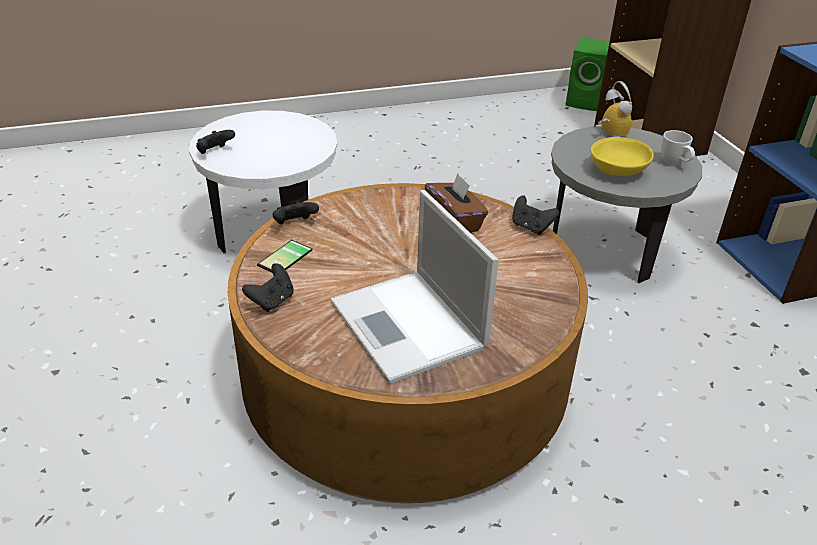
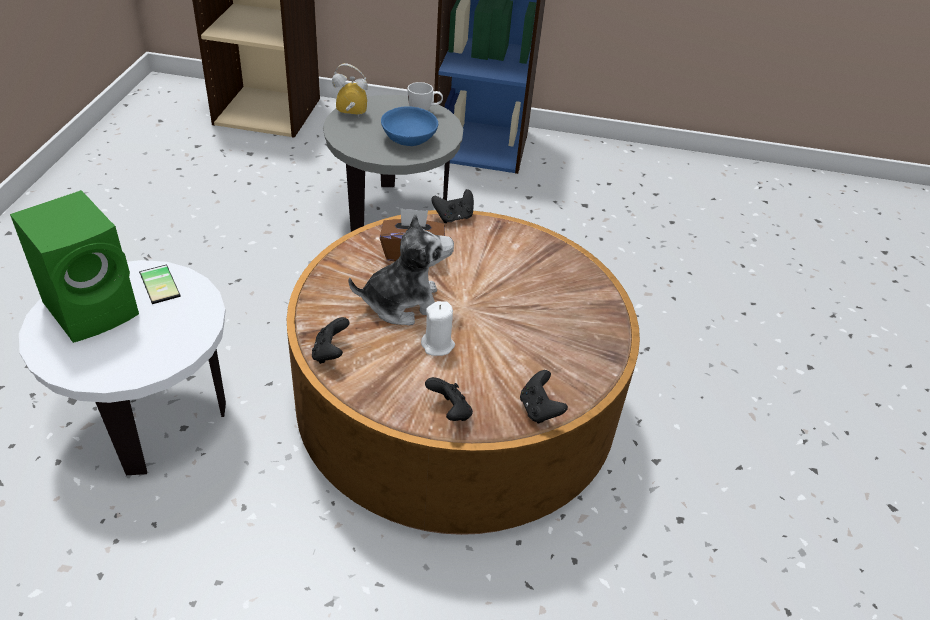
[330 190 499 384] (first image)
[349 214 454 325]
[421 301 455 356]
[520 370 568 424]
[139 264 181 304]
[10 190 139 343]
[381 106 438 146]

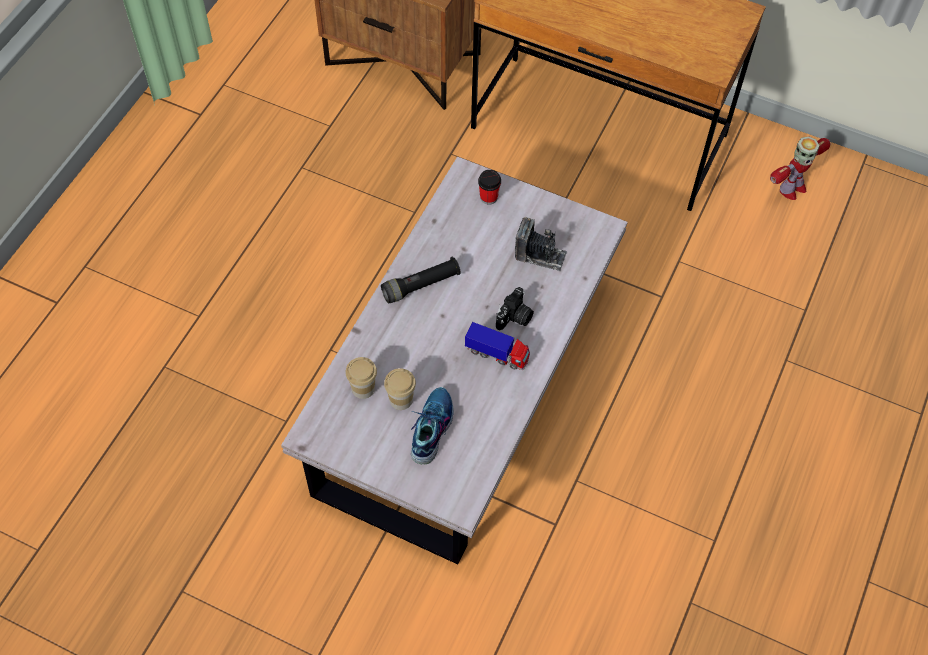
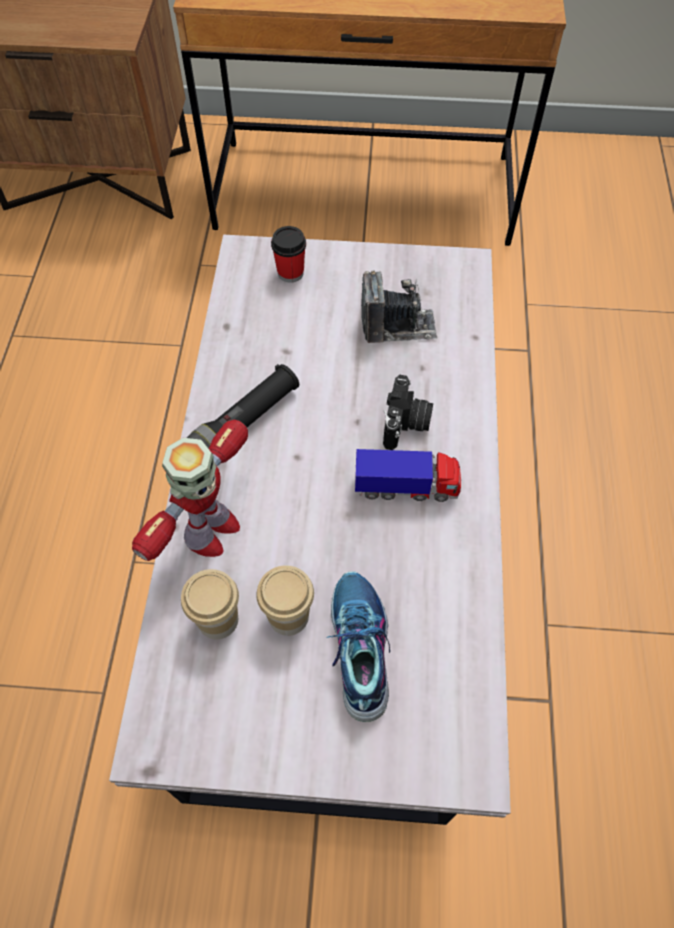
[132 420 248 561]

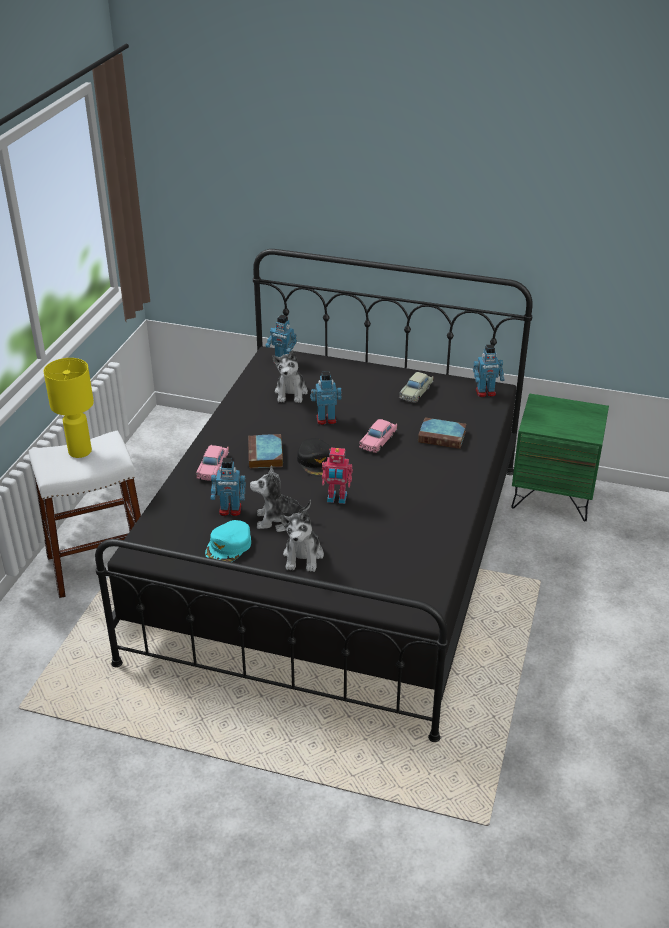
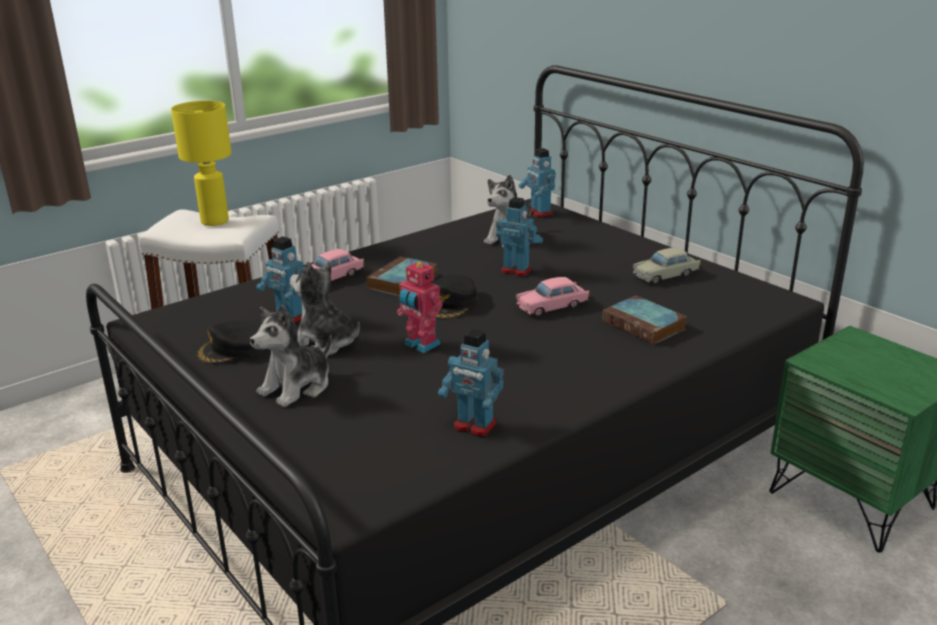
[438 329 504 437]
[196 320 267 364]

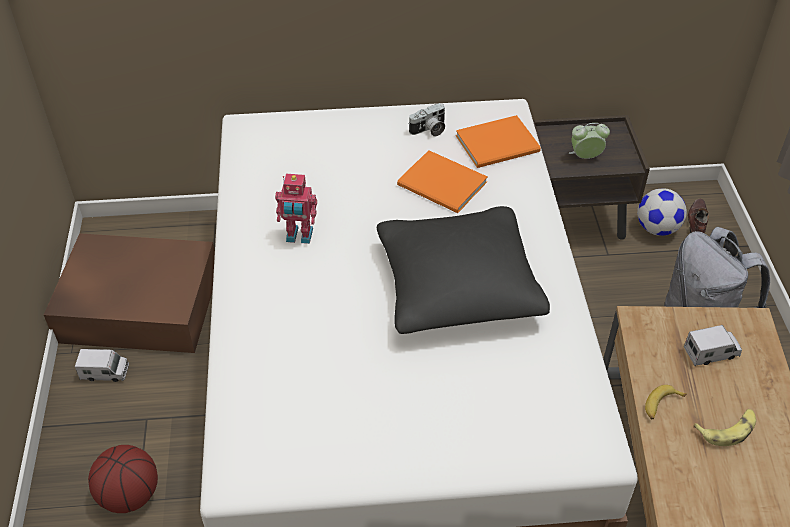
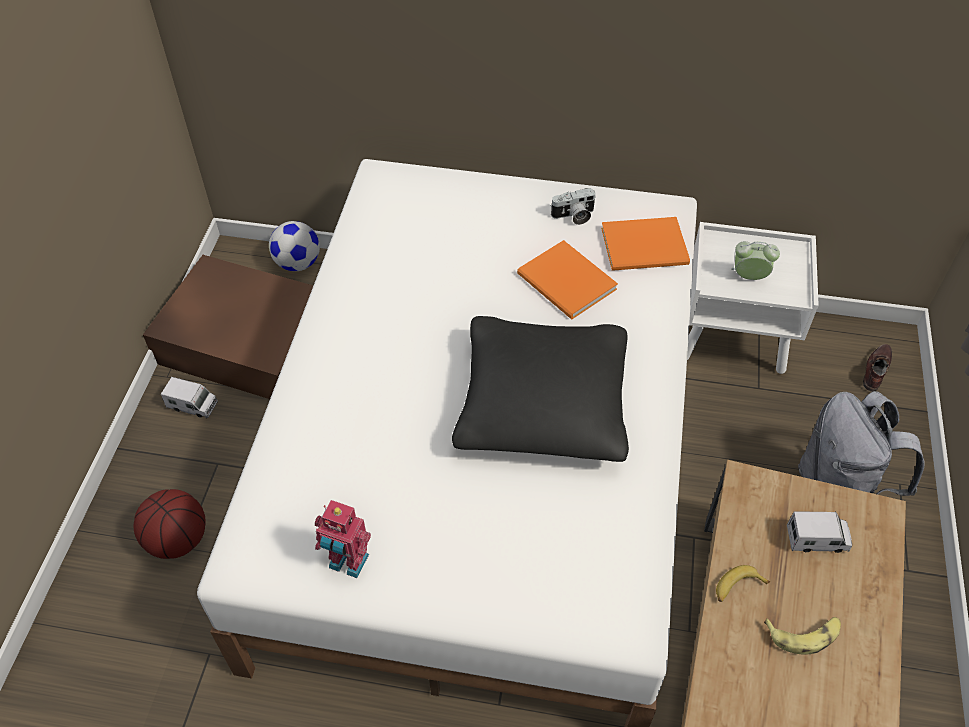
[315 500 371 578]
[269 221 320 271]
[687 222 819 374]

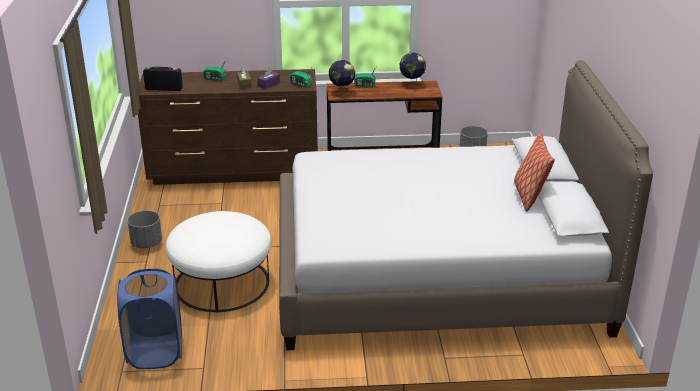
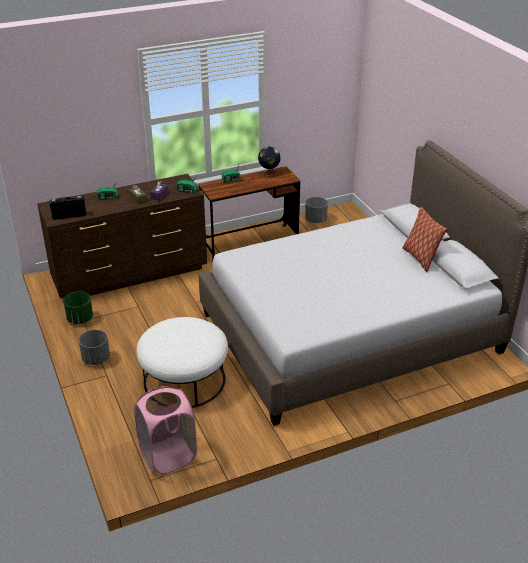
[329 60 355 97] (first image)
[63 291 93 324]
[134 386 197 474]

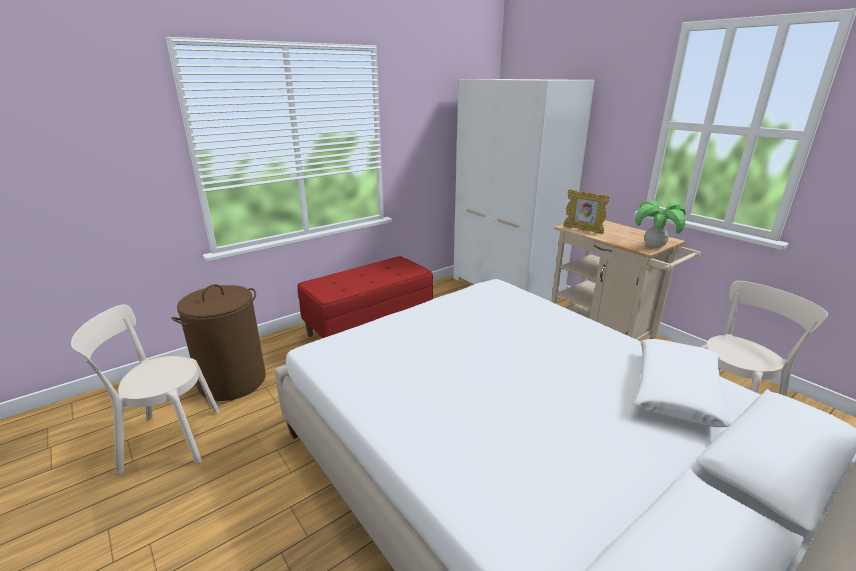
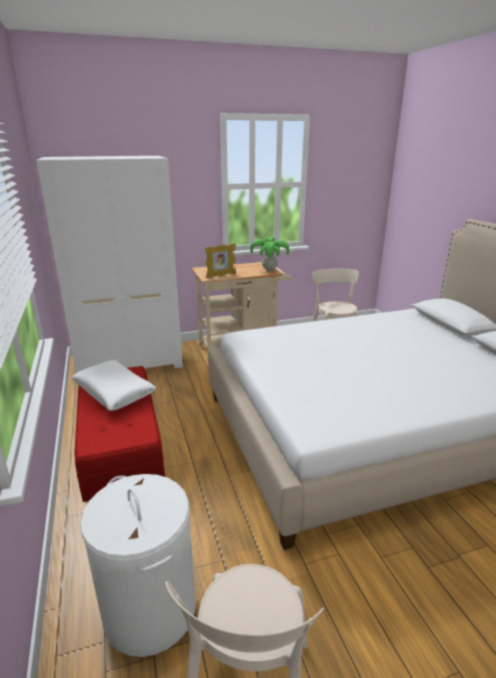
[71 360 156 411]
[80 474 196 657]

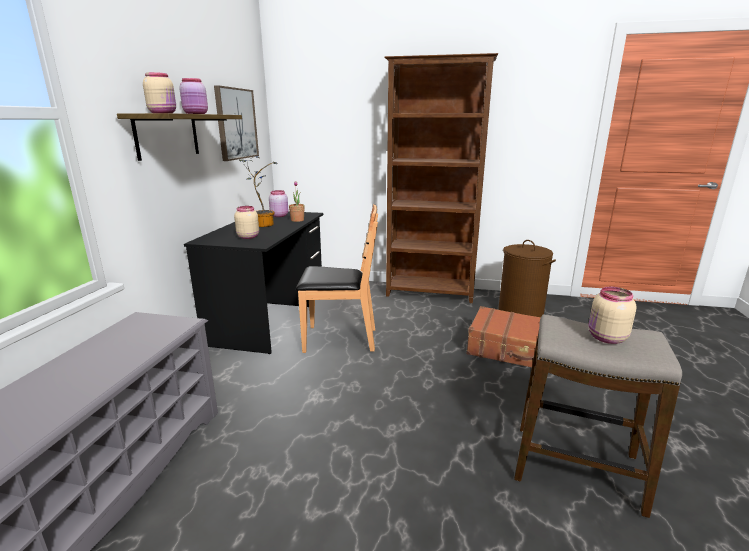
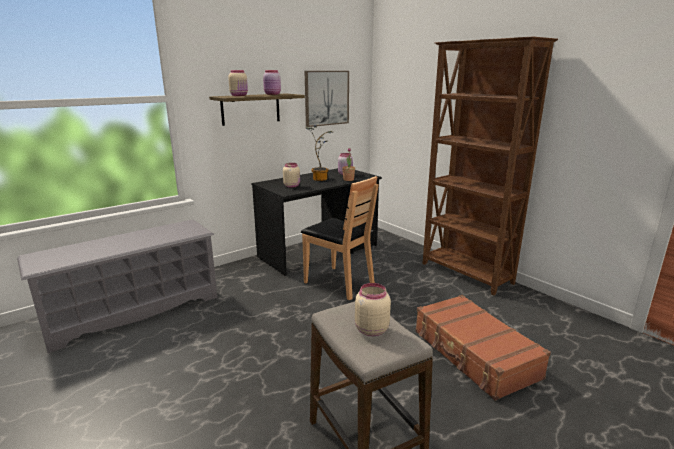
[498 240 556 317] (first image)

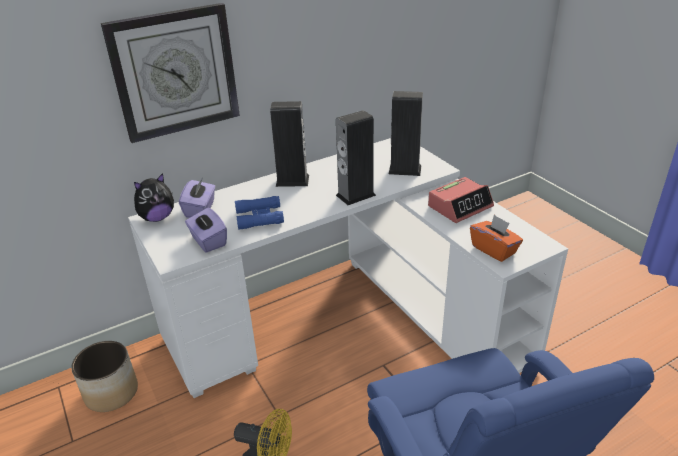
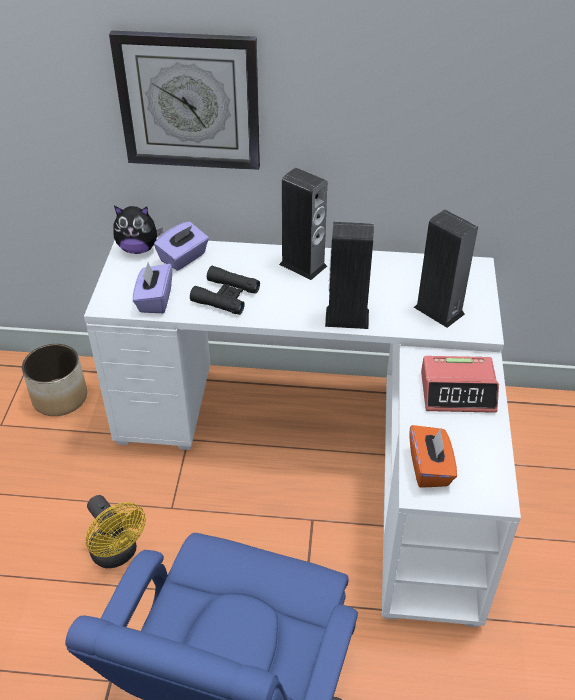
[190 266 260 315]

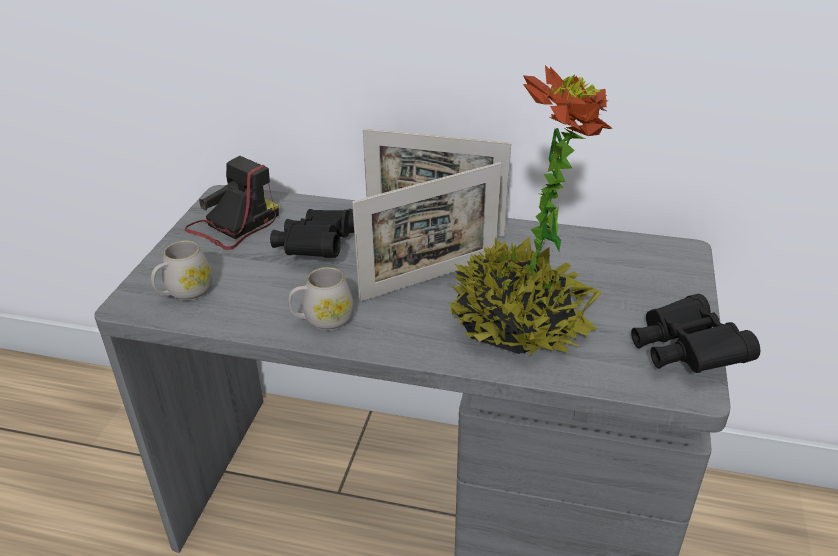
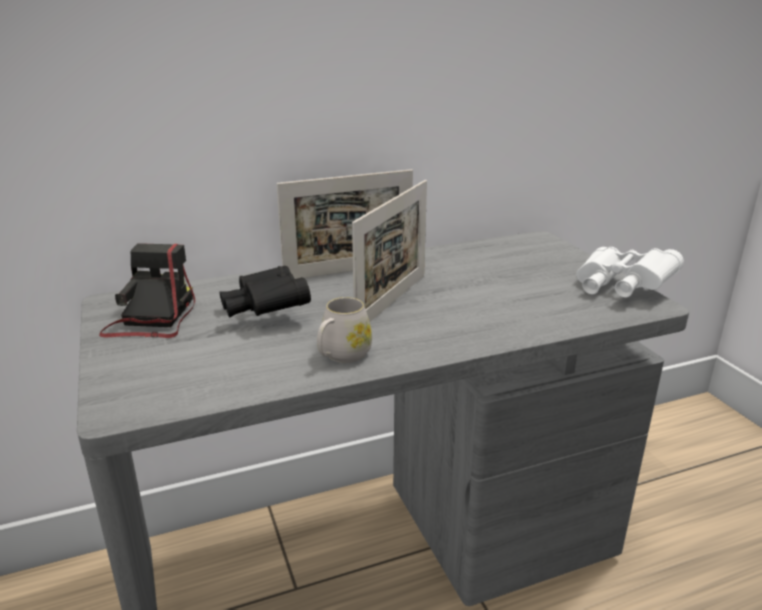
[151 241 213 301] (first image)
[449 65 612 356] (first image)
[576 247 684 298]

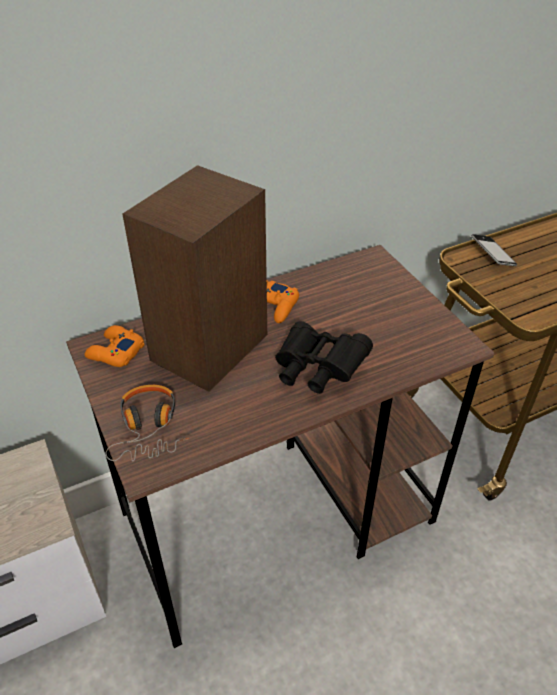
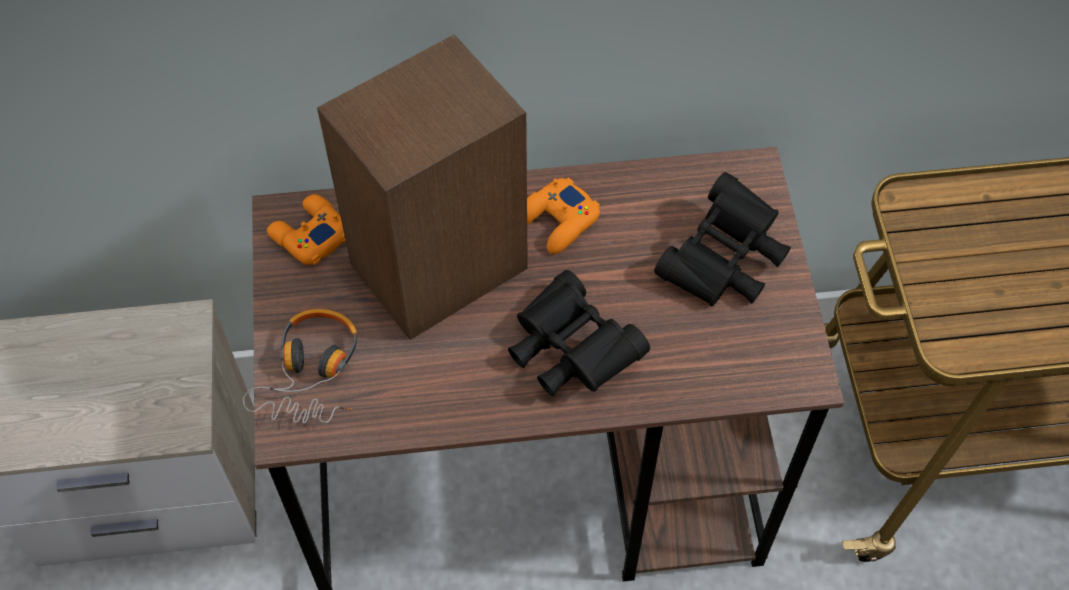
[471 234 517 266] (first image)
[654 172 791 307]

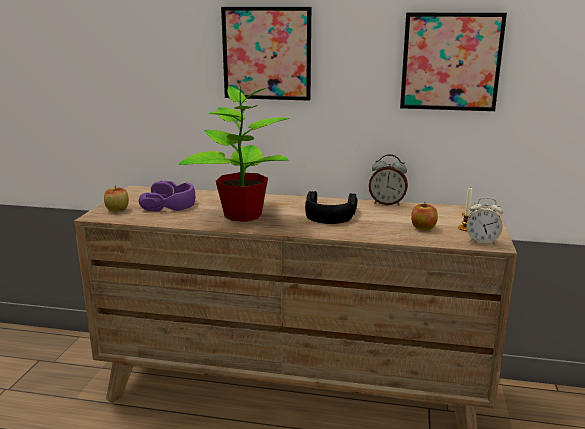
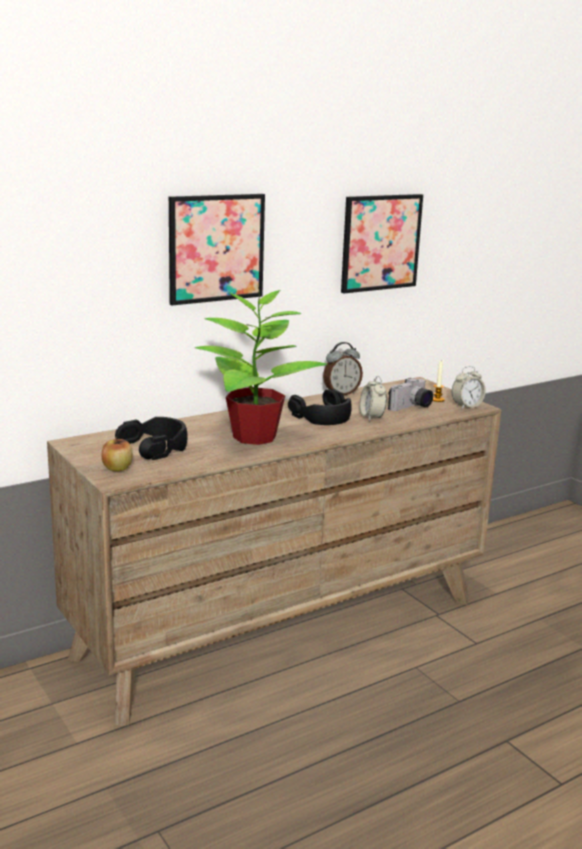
[360 376 387 421]
[388 378 433 411]
[115 417 188 460]

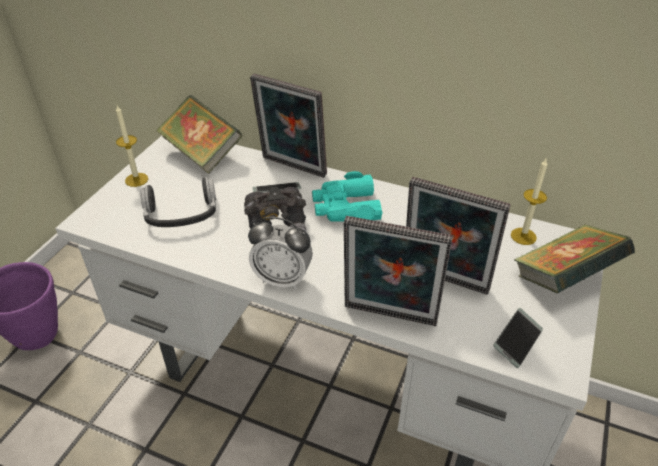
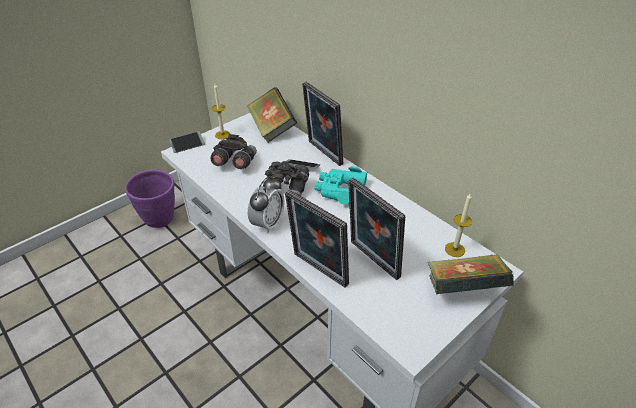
[169 131 205 153]
[210 134 257 169]
[248 177 285 234]

